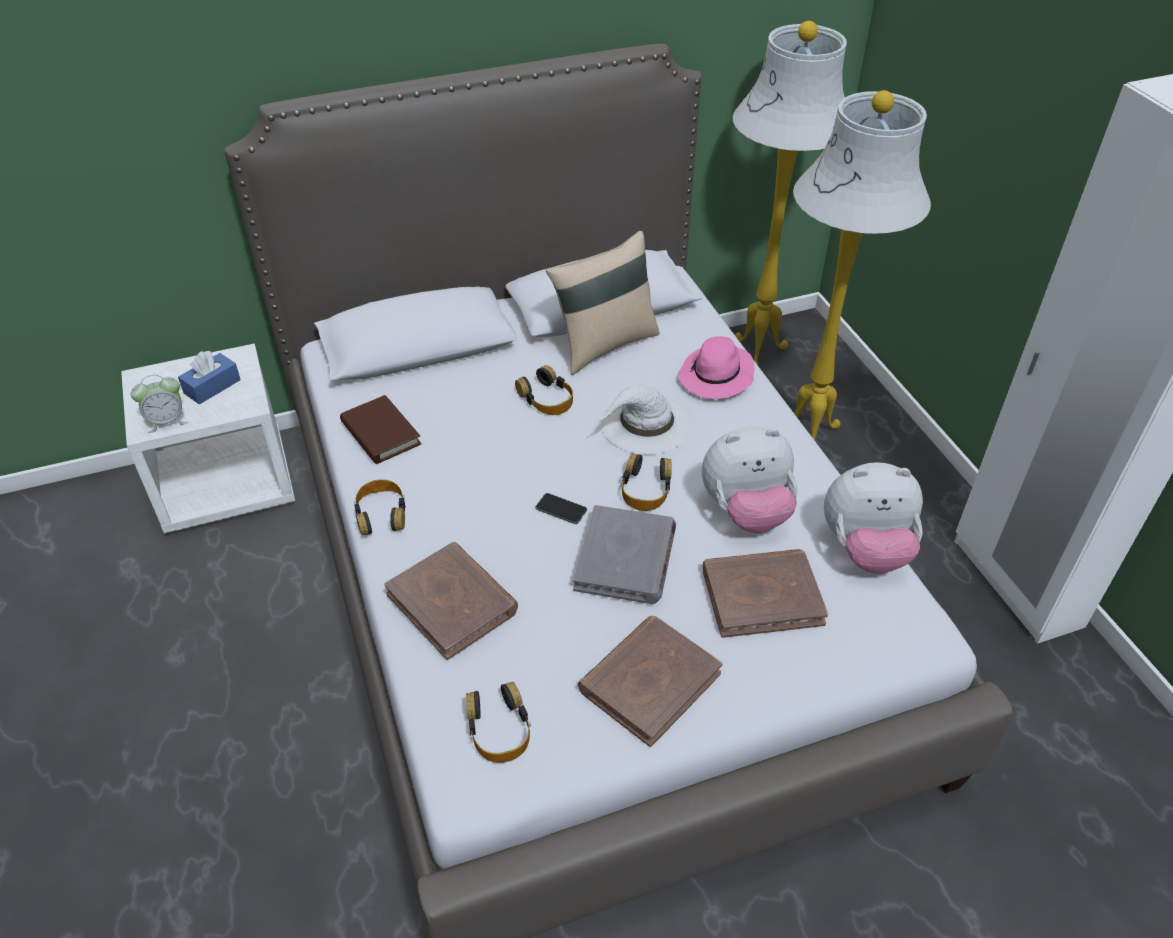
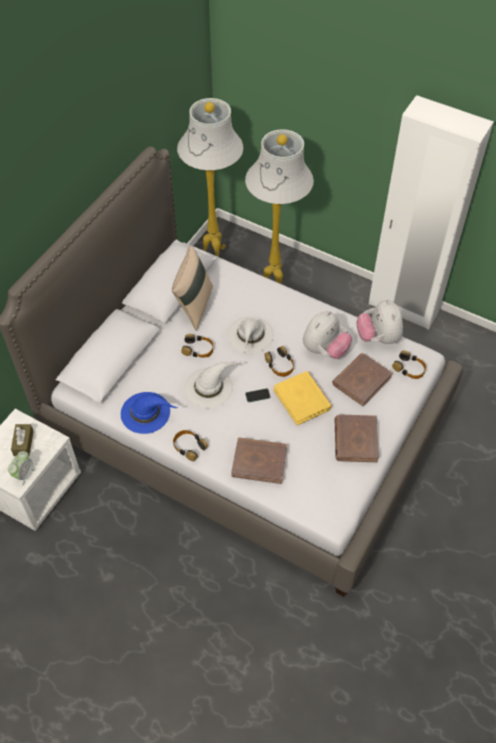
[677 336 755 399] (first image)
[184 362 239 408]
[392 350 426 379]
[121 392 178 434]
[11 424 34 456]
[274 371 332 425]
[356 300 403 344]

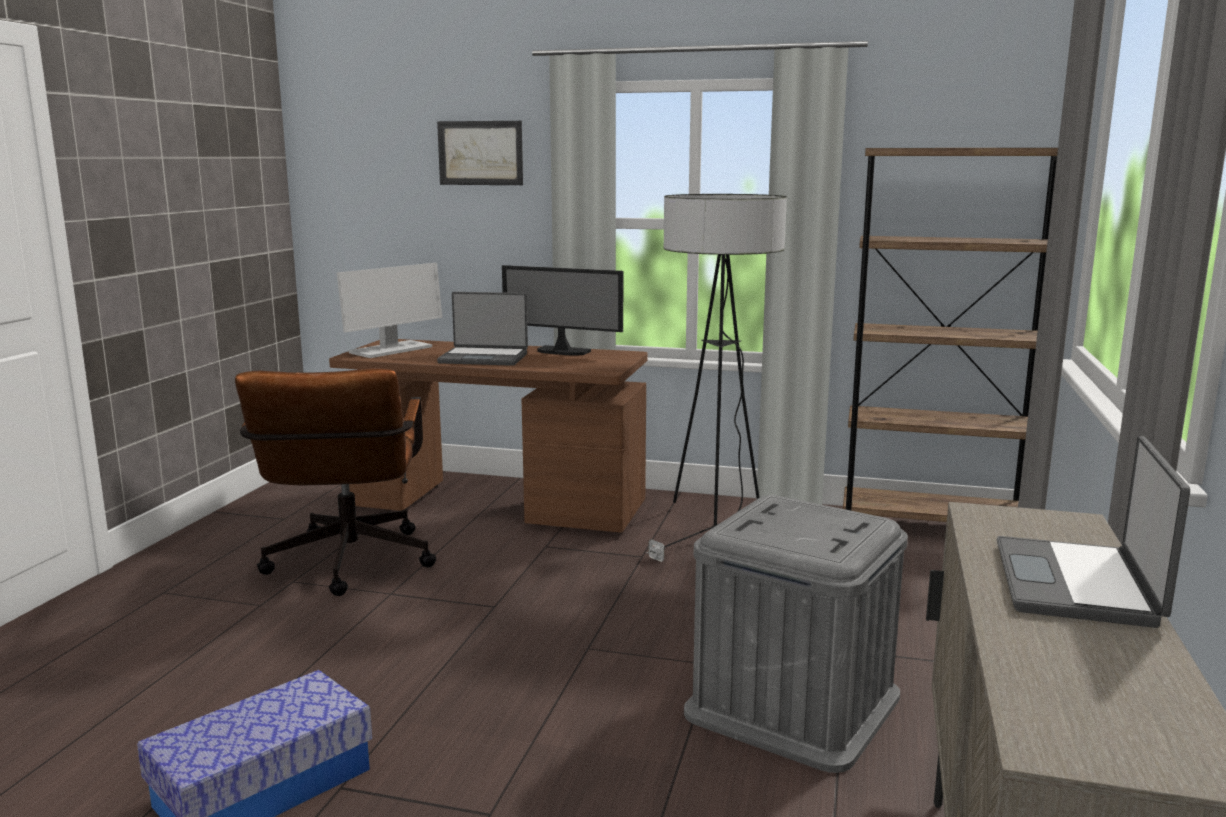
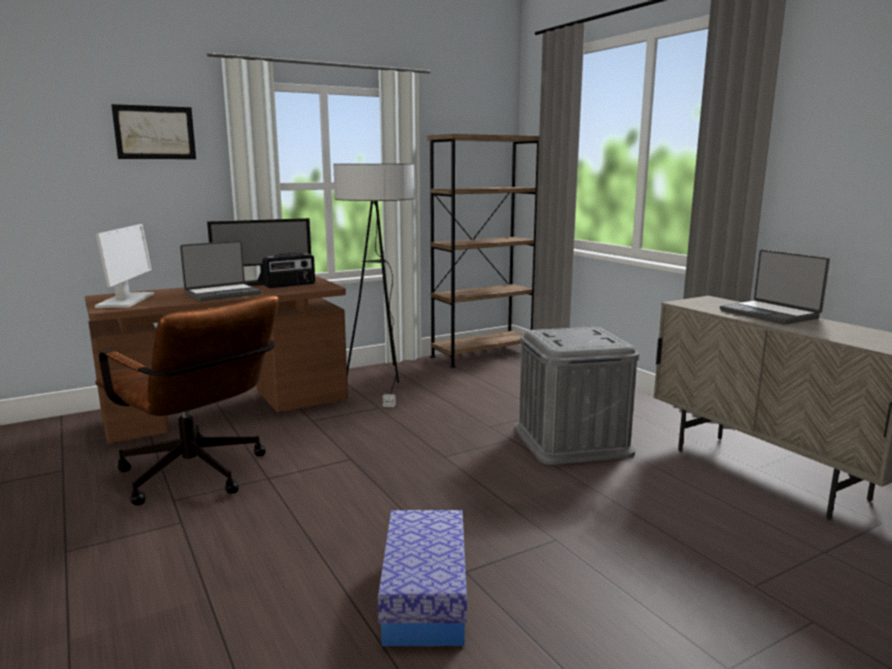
[262 253 315 288]

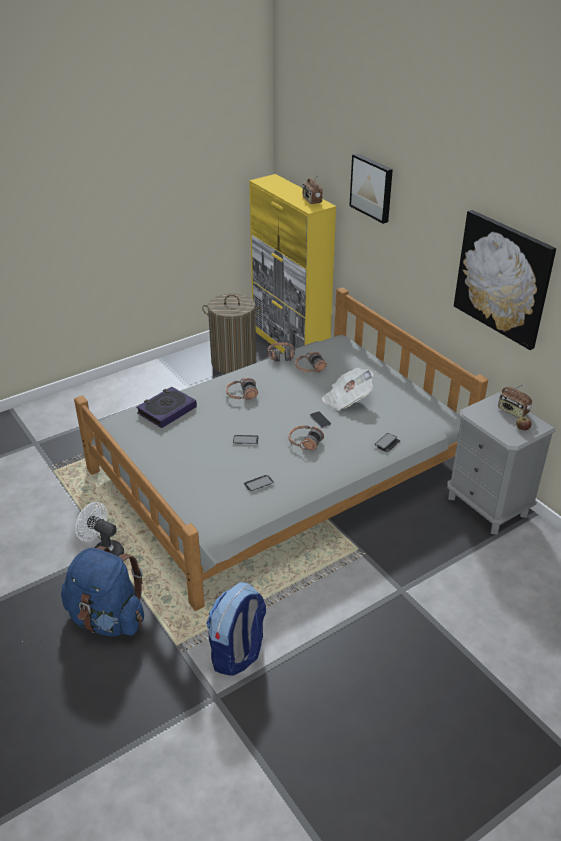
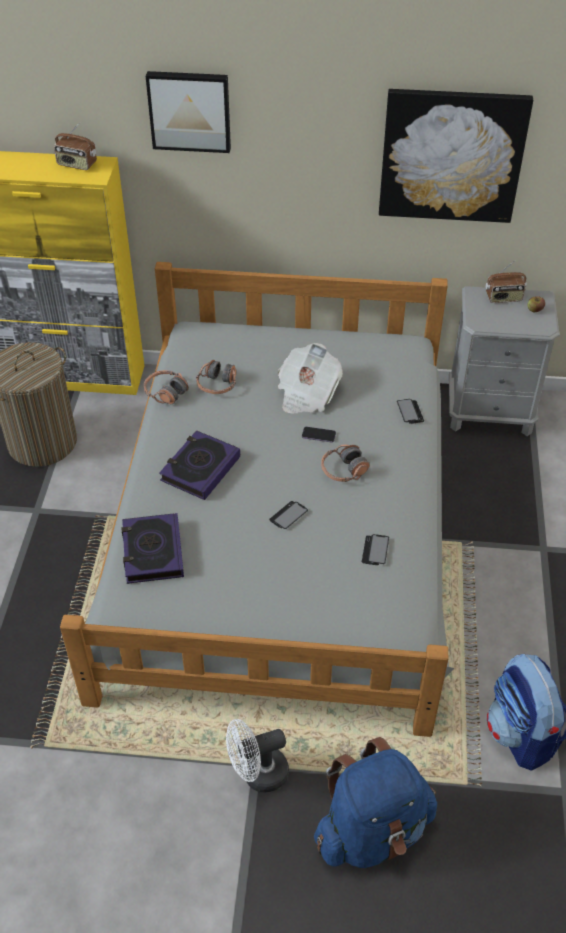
[159 430 240 500]

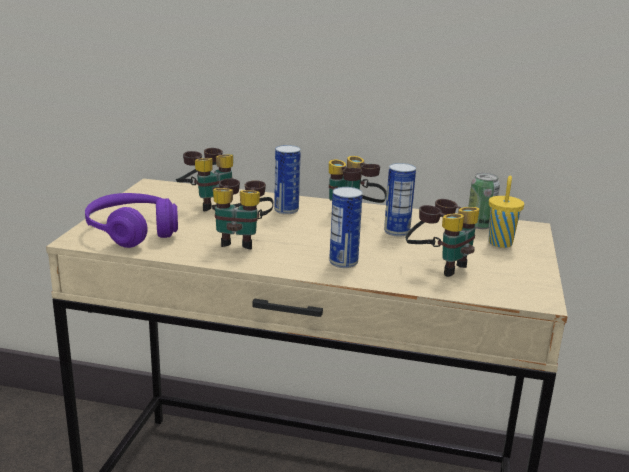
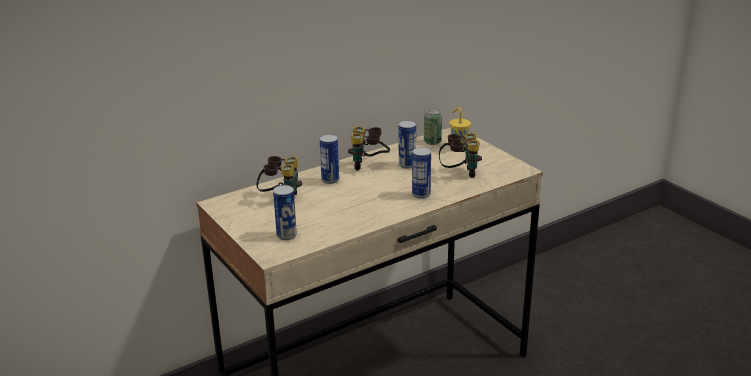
[212 178 274 250] (first image)
[273 185 297 240]

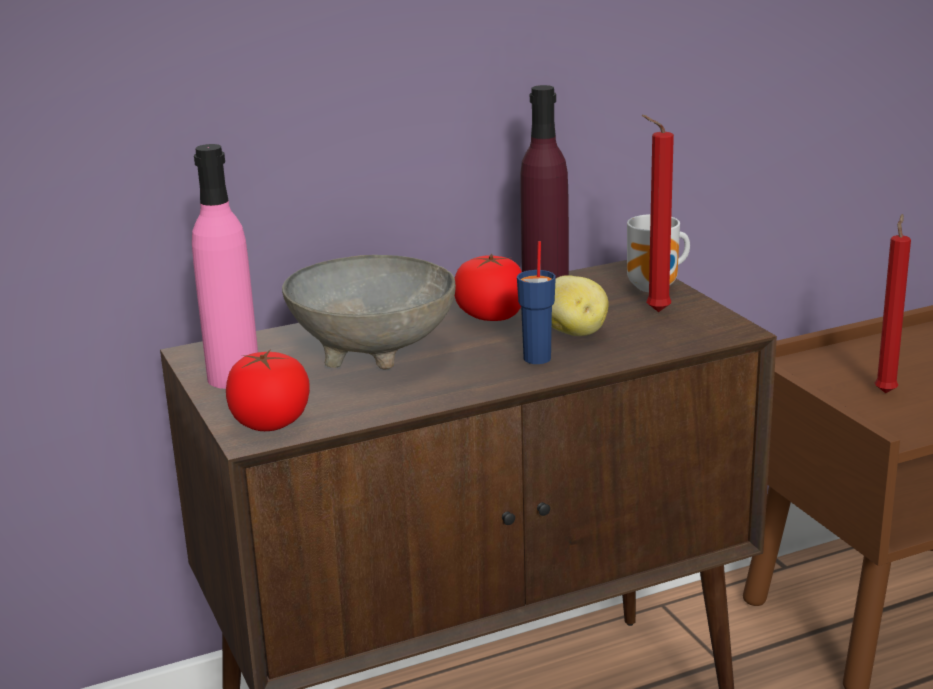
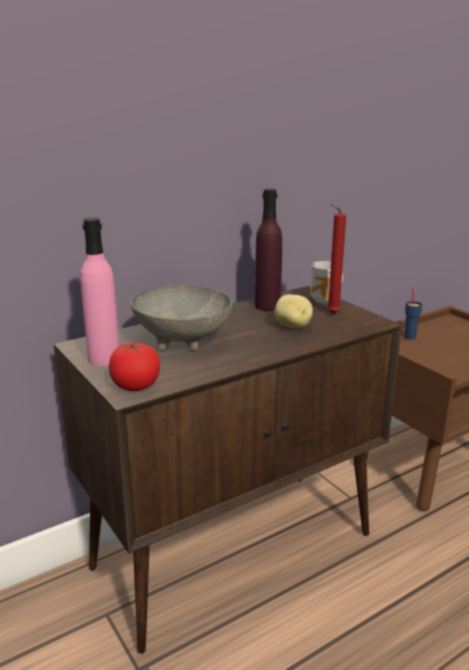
[454 254 522 321] (first image)
[875 214 911 393] (first image)
[404 289 422 340]

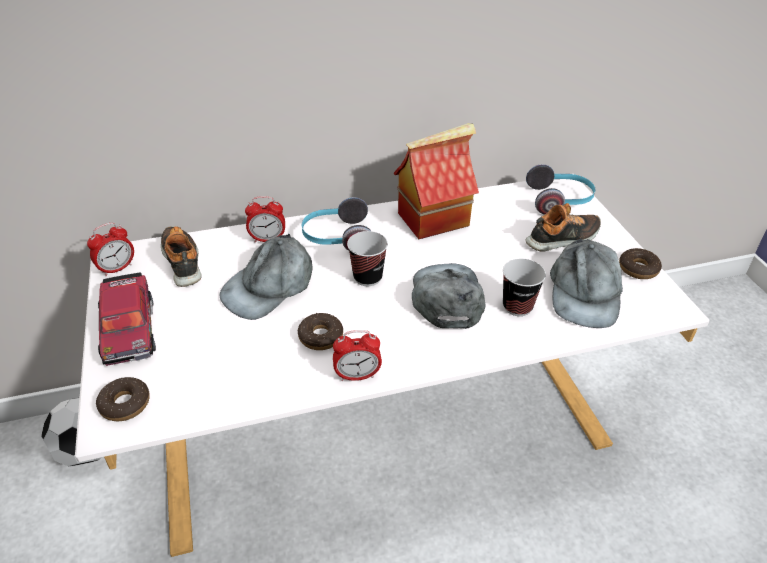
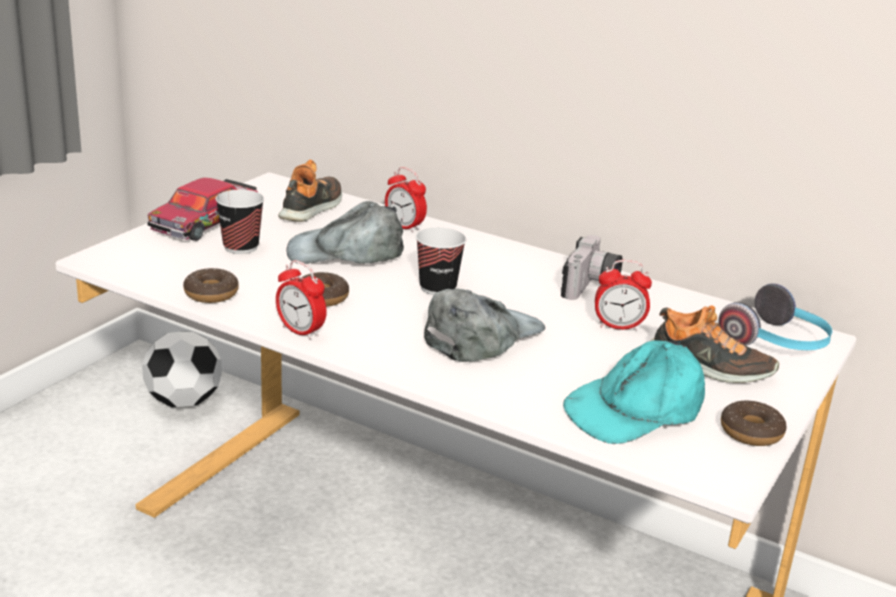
[302 197 371 251] (first image)
[595 260 652 331]
[183 268 239 303]
[215 190 264 254]
[561 235 623 300]
[563 340 705 444]

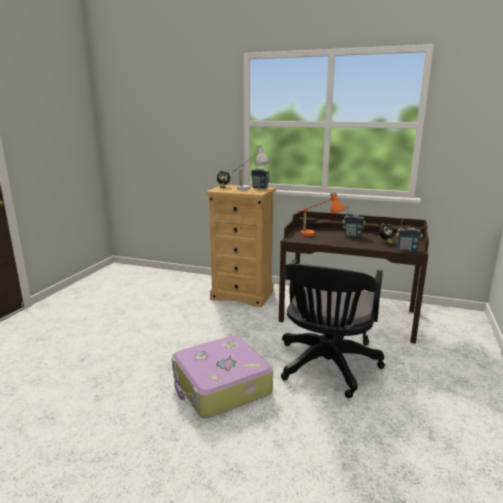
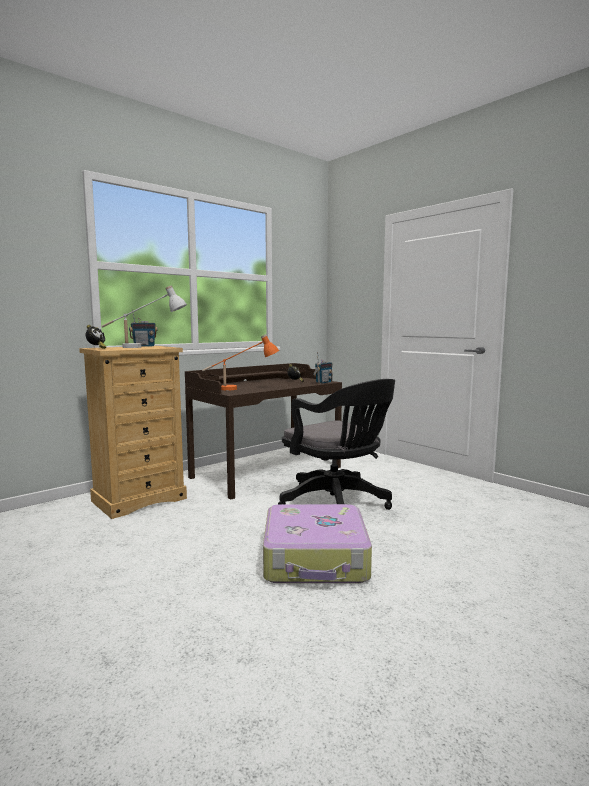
[342 207 365 237] (first image)

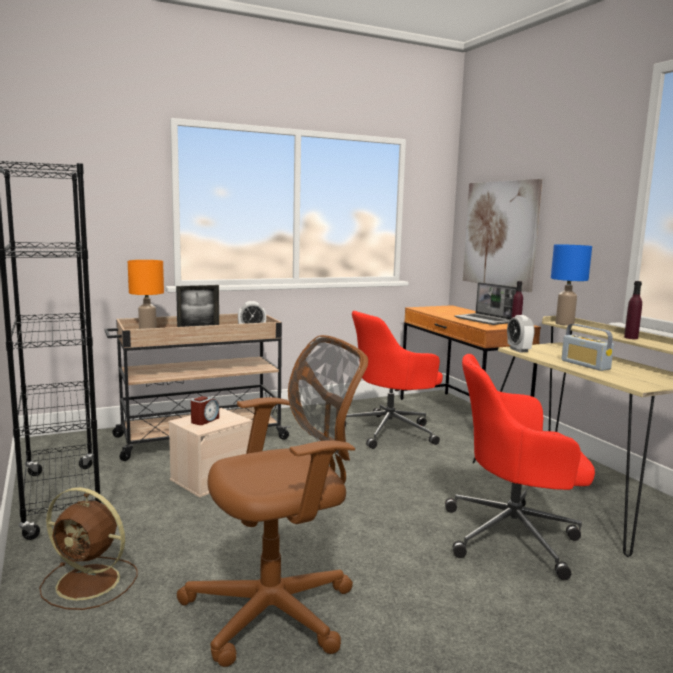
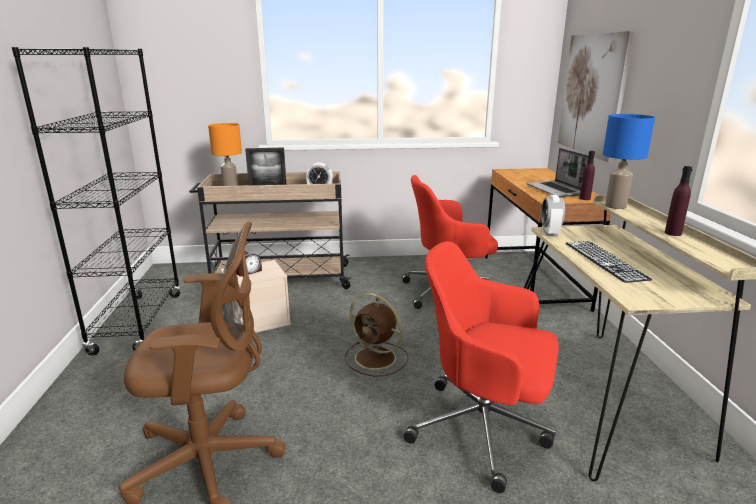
[345 293 408 376]
[566 241 652 283]

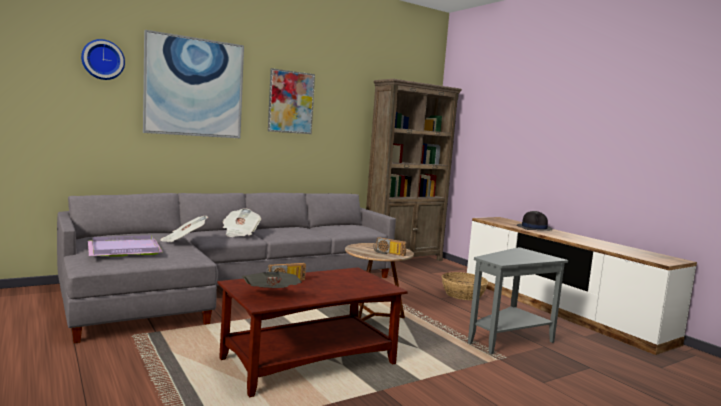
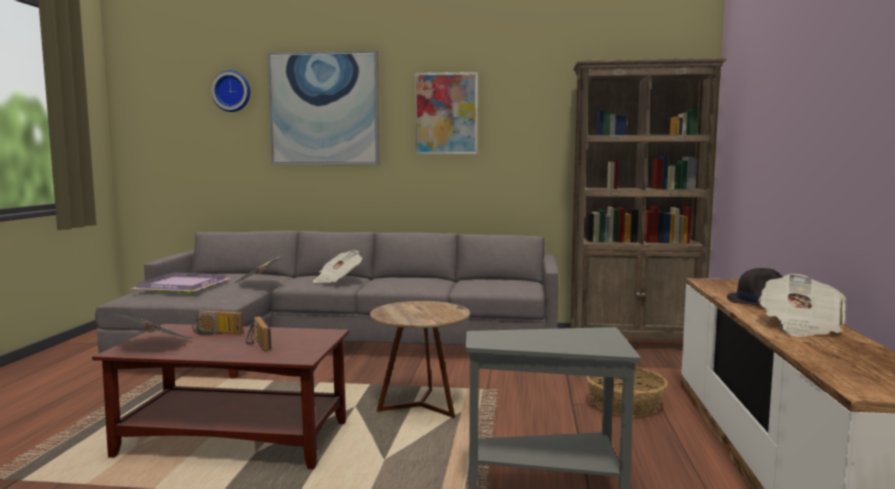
[758 274 846 337]
[246 316 271 351]

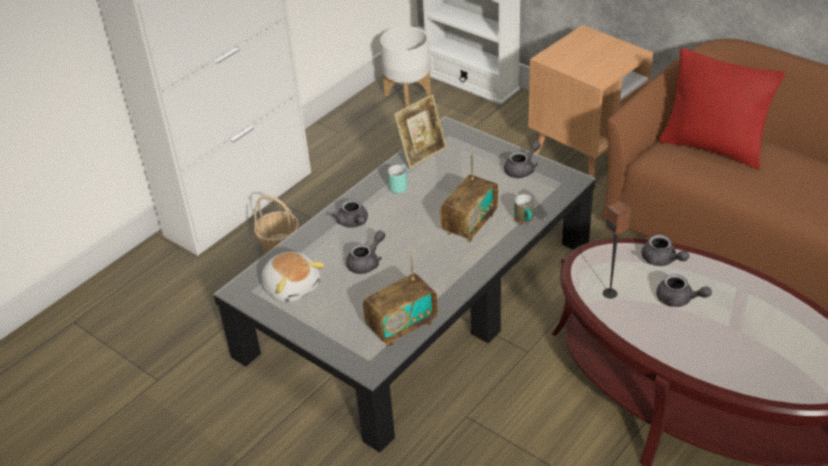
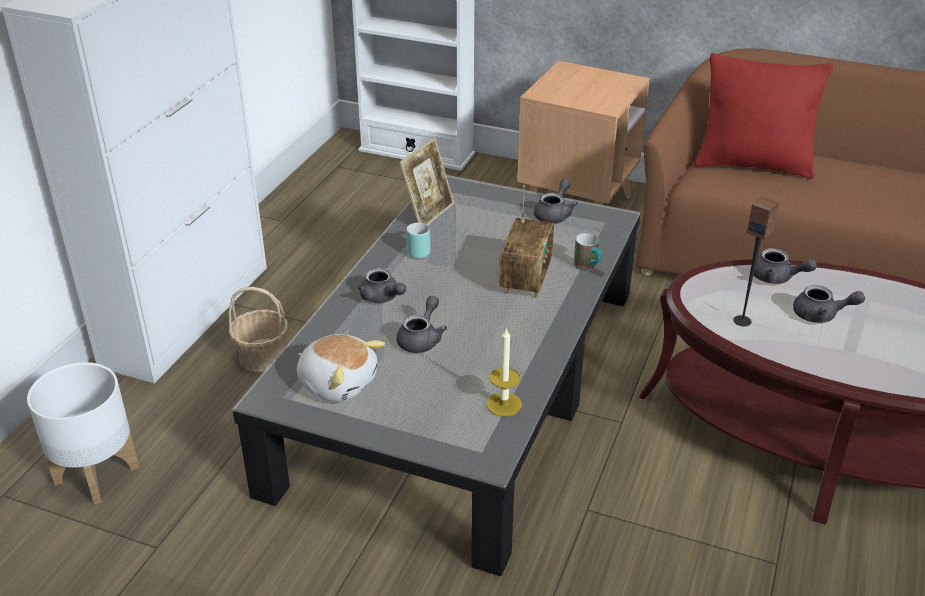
[27 362 139 504]
[486 327 522 417]

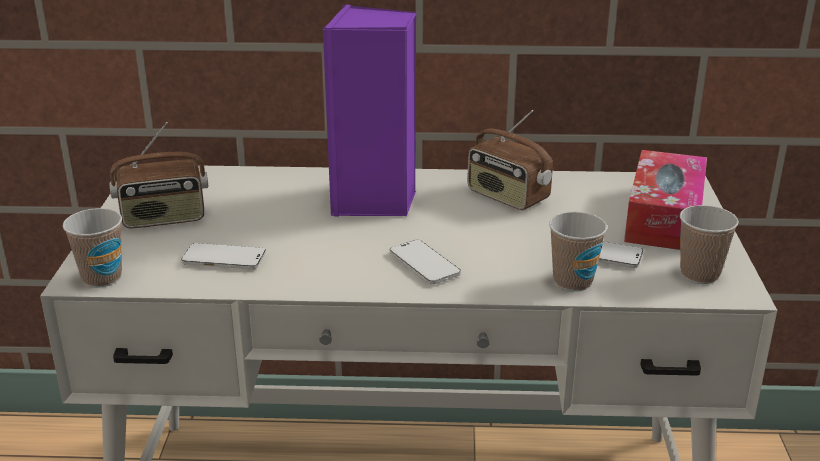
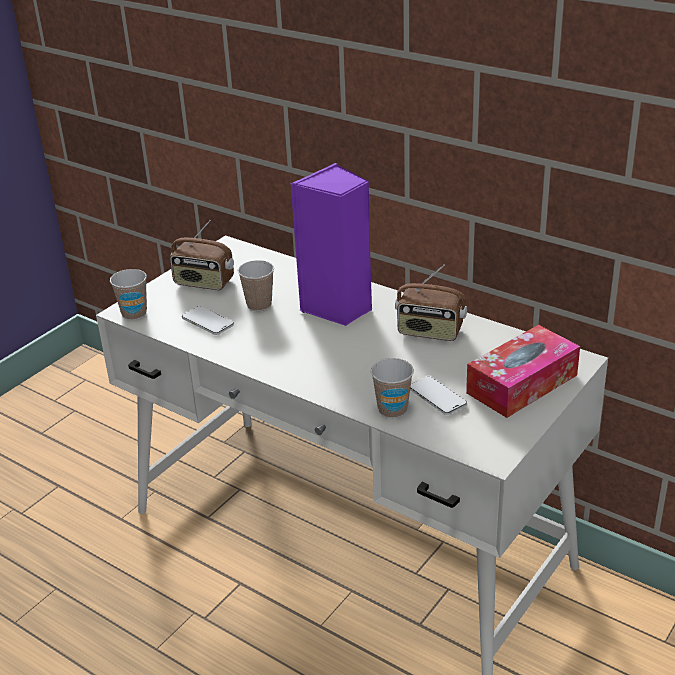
[390 240 461 284] (first image)
[238 260 274 311]
[395 264 467 341]

